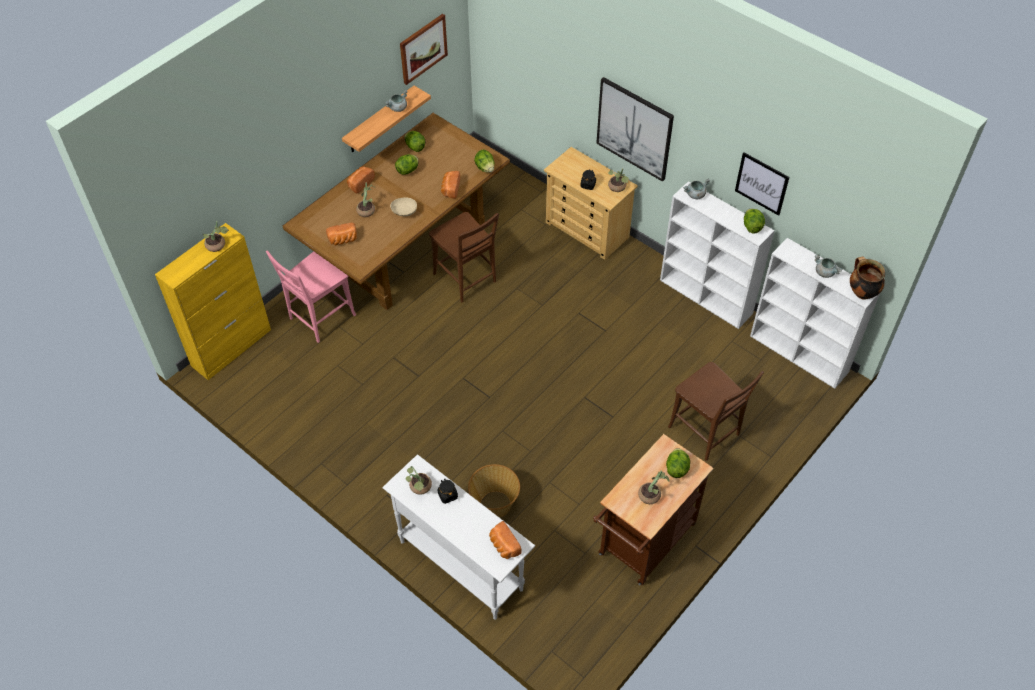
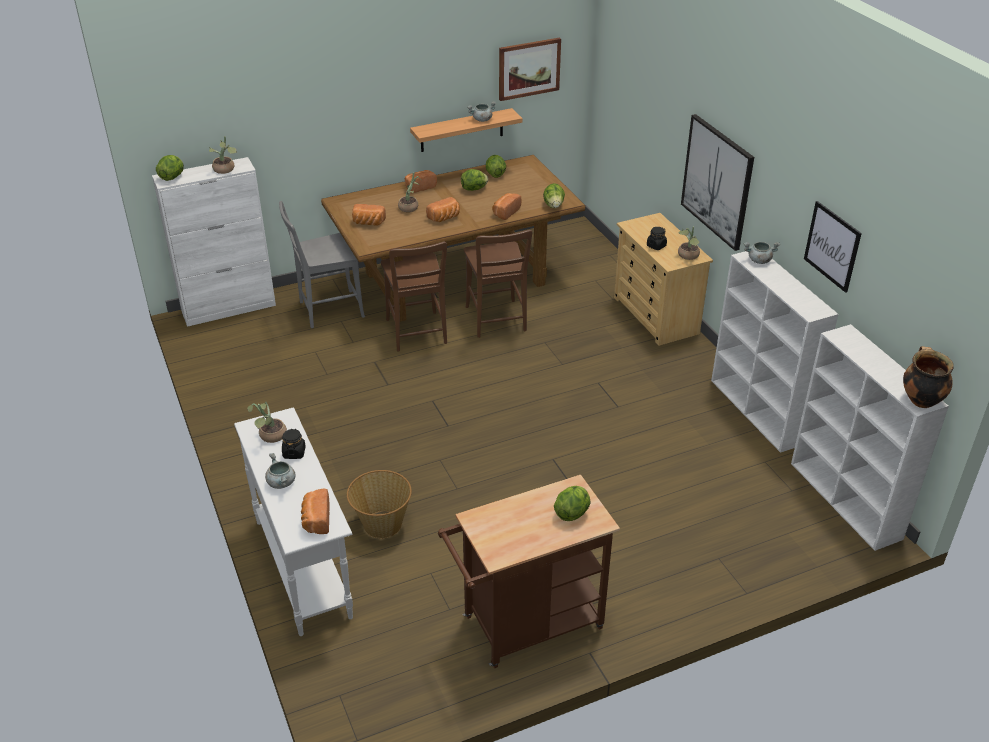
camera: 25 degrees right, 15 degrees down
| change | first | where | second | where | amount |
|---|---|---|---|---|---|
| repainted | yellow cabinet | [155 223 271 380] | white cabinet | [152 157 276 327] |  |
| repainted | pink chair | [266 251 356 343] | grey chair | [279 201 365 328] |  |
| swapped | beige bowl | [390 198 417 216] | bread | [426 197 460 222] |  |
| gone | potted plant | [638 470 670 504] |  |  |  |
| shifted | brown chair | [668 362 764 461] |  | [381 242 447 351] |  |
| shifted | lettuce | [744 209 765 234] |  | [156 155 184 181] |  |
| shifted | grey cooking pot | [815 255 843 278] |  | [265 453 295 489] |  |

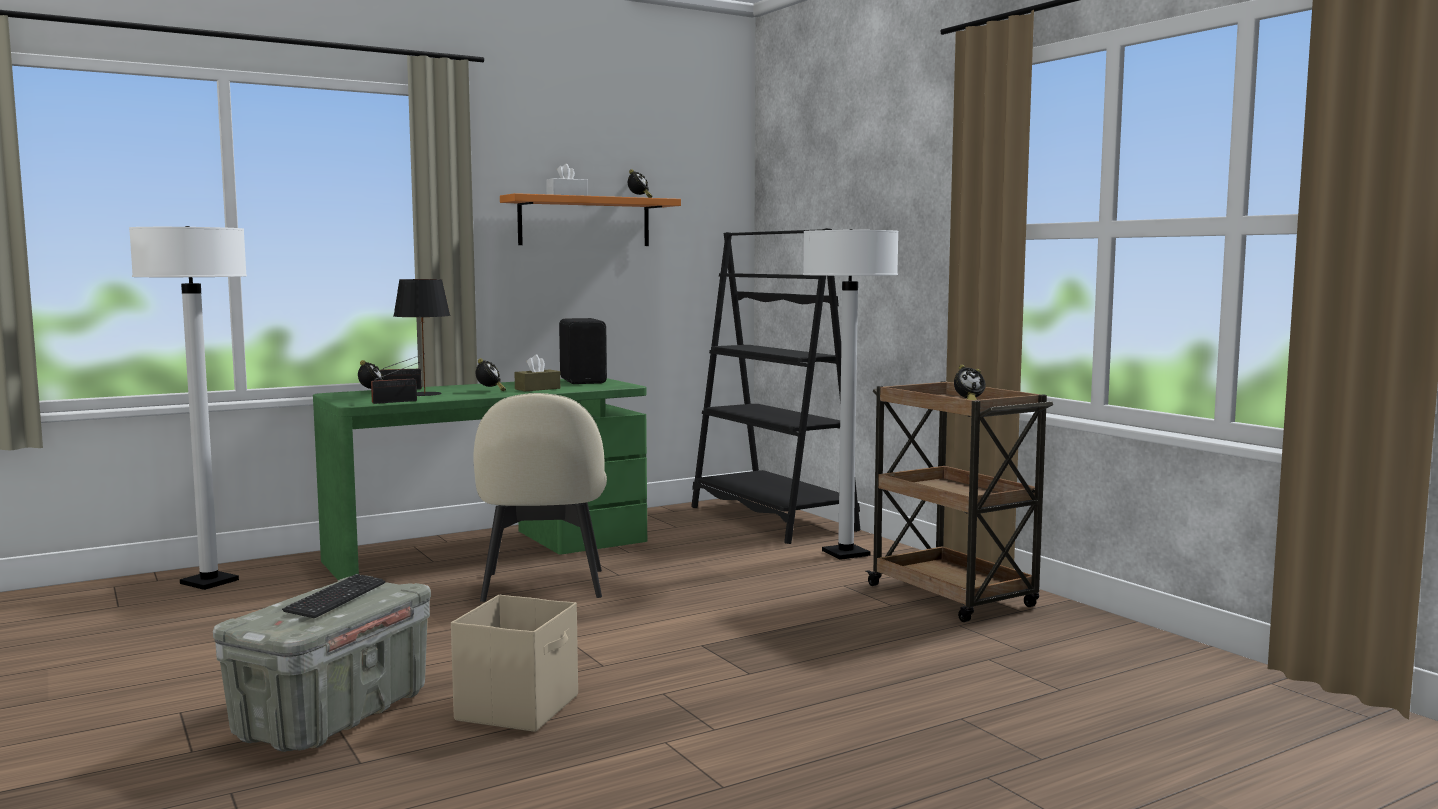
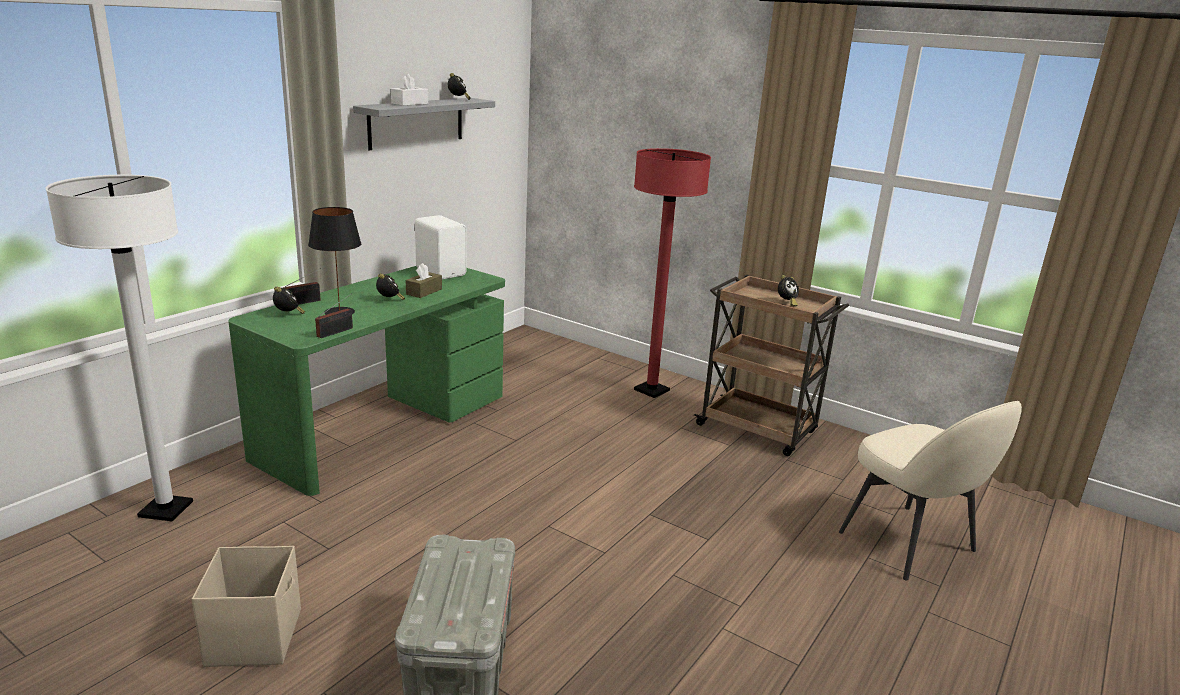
camera: 25 degrees left, 15 degrees up
| change | first | where | second | where | amount |
|---|---|---|---|---|---|
| gone | keyboard | [282 574 385 618] |  |  |  |
| shifted | beige storage box | [451 594 578 732] |  | [192 546 301 667] |  |
| shifted | beige chair | [473 393 607 602] |  | [839 401 1022 580] |  |
| repainted | orange shelf | [500 193 681 246] | grey shelf | [353 98 495 150] |  |
| repainted | black speaker | [559 318 607 384] | white speaker | [415 215 467 279] |  |
| gone | black bookcase | [691 228 860 544] |  |  |  |
| repainted | white floor lamp | [803 229 899 560] | red floor lamp | [634 148 711 398] |  |

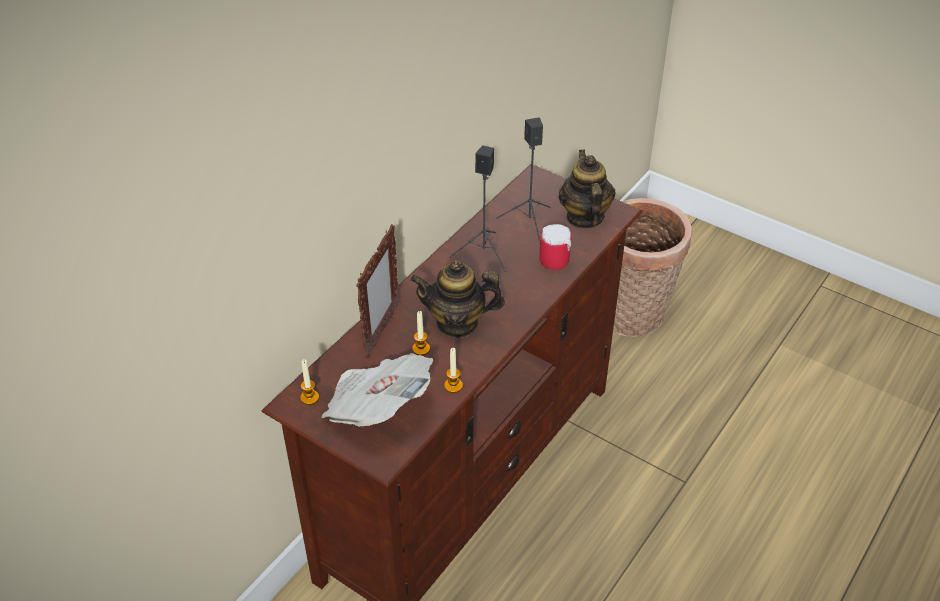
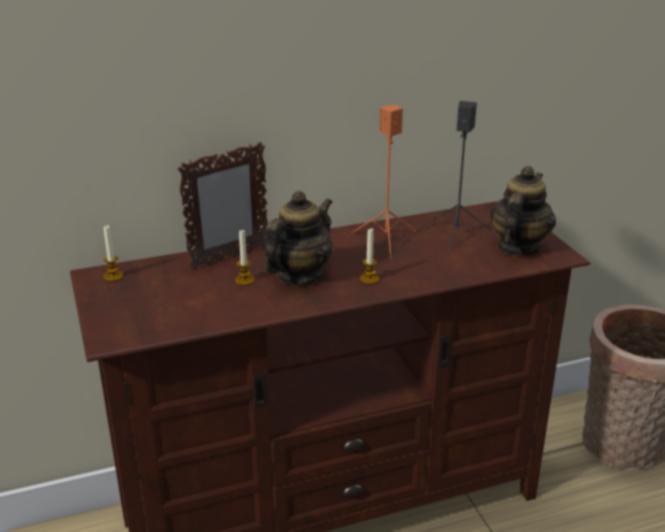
camera: 35 degrees right, 15 degrees down
| change | first | where | second | where | amount |
|---|---|---|---|---|---|
| gone | newspaper | [321 353 434 427] |  |  |  |
| rotated | teapot | [410 260 505 338] |  | [264 191 333 286] | 90 degrees clockwise |
| shifted | candle | [444 348 463 393] |  | [360 228 379 284] |  |
| repainted | black speaker | [450 145 506 272] | orange speaker | [352 104 416 258] |  |
| gone | mug | [539 224 571 270] |  |  |  |

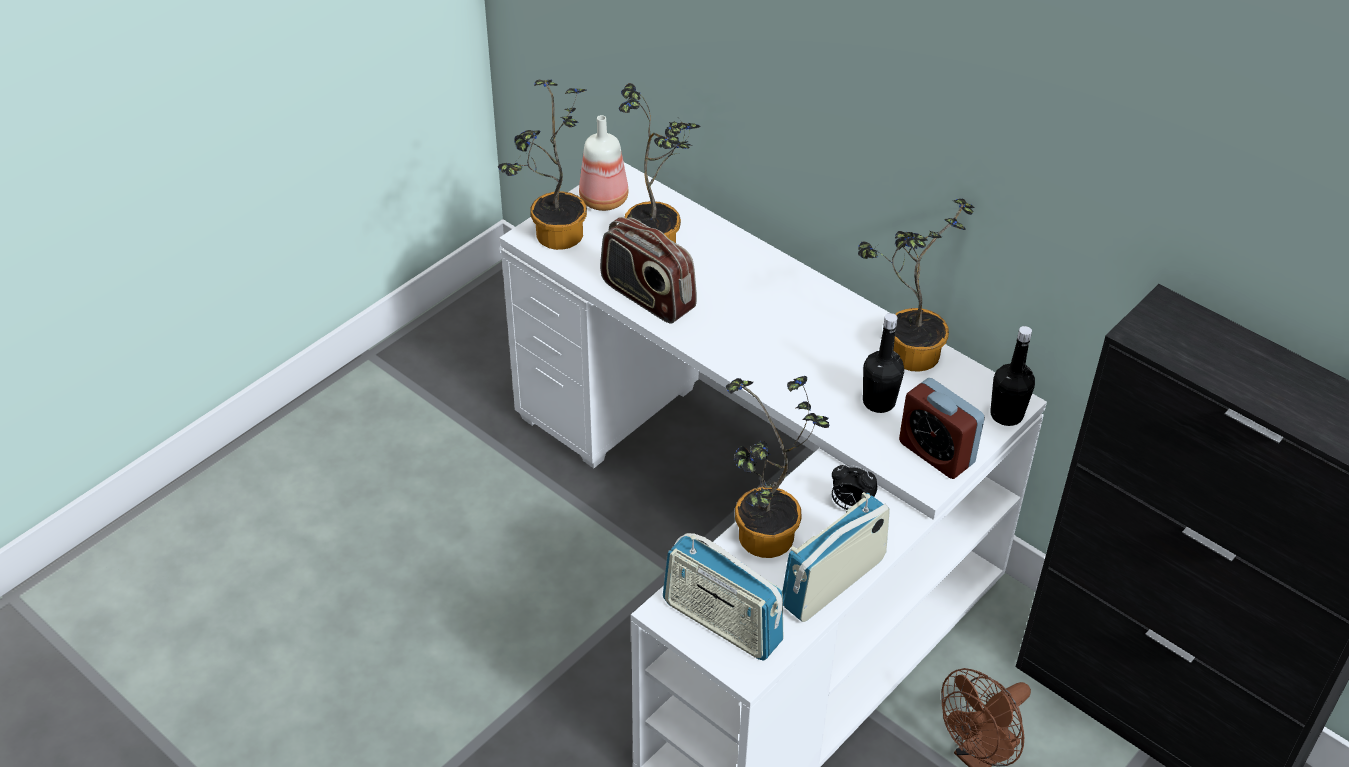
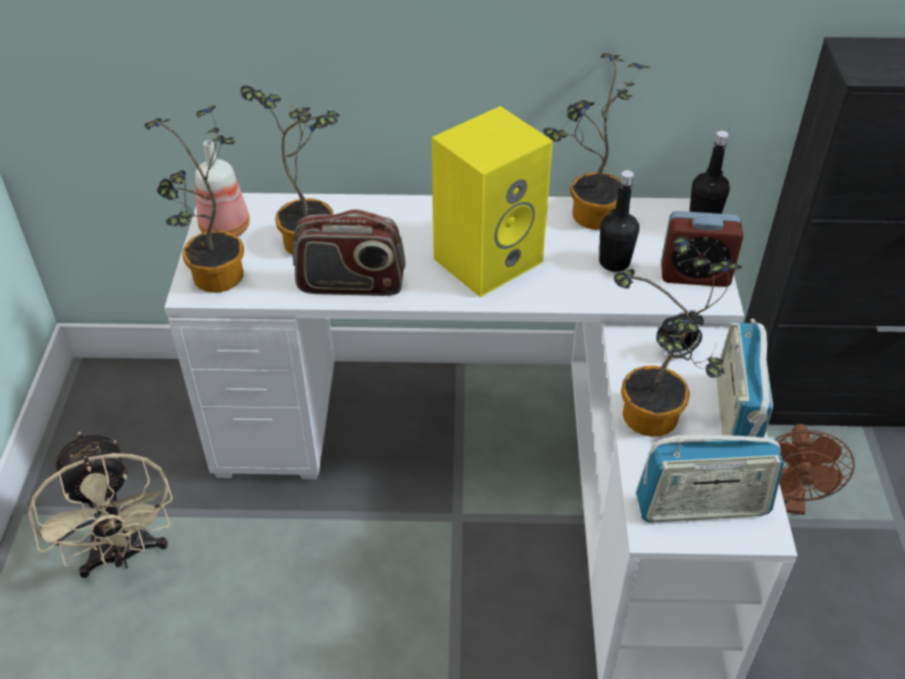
camera: 40 degrees left, 0 degrees up
| change | first | where | second | where | amount |
|---|---|---|---|---|---|
| new |  |  | beige fan | [28 432 173 578] |  |
| new |  |  | yellow speaker | [432 106 553 297] |  |

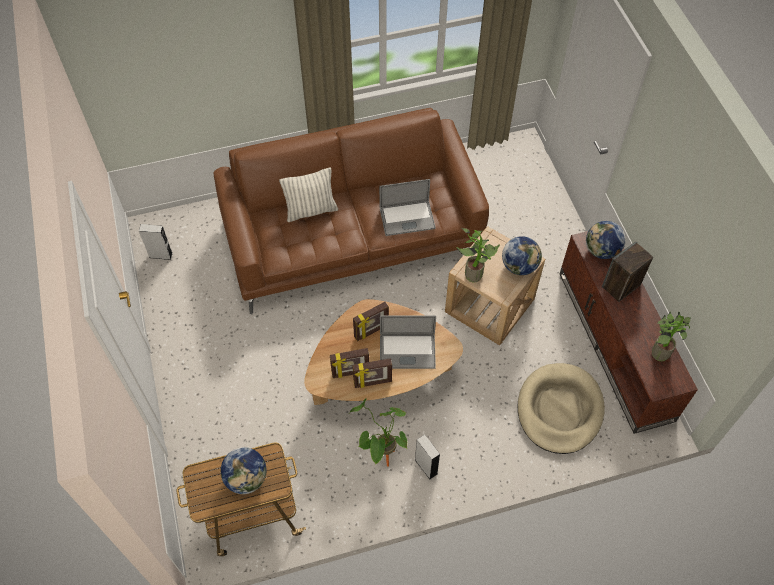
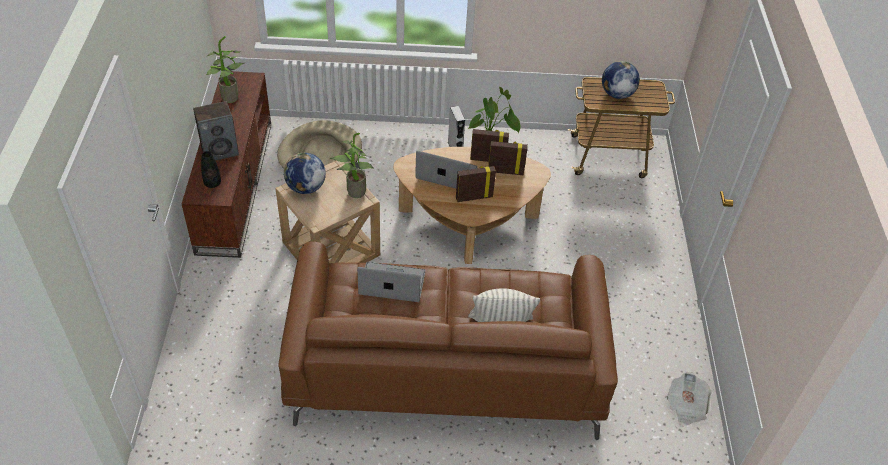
camera: 165 degrees left, 10 degrees down
| change | first | where | second | where | amount |
|---|---|---|---|---|---|
| swapped | grey speaker | [139 224 173 260] | newspaper | [667 372 711 426] |  |
| swapped | globe | [586 221 626 259] | black vase | [201 151 221 188] |  |

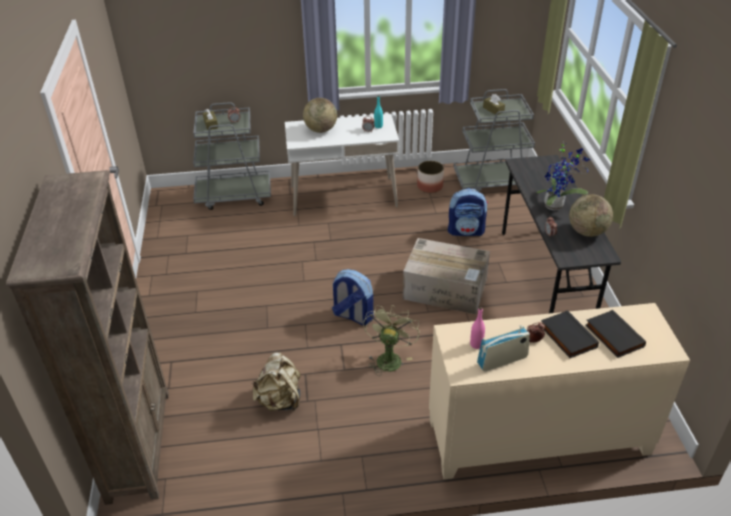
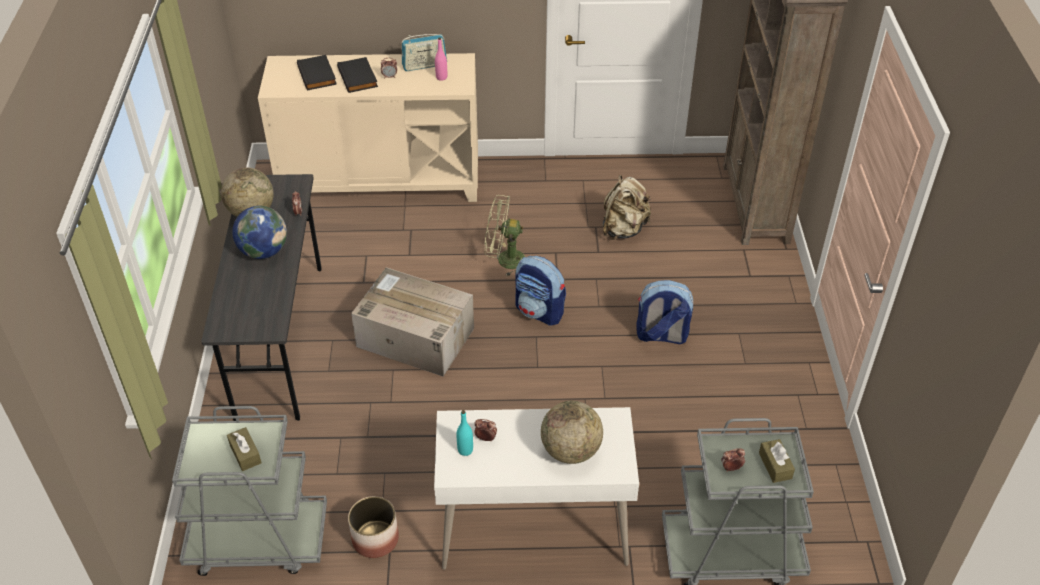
camera: 175 degrees left, 5 degrees up
| change | first | where | second | where | amount |
|---|---|---|---|---|---|
| rotated | green fan | [363 305 419 376] |  | [485 195 525 276] | 75 degrees clockwise |
| shifted | backpack | [448 188 488 236] |  | [636 280 693 344] |  |
| swapped | potted plant | [536 141 590 211] | globe | [232 206 287 259] |  |

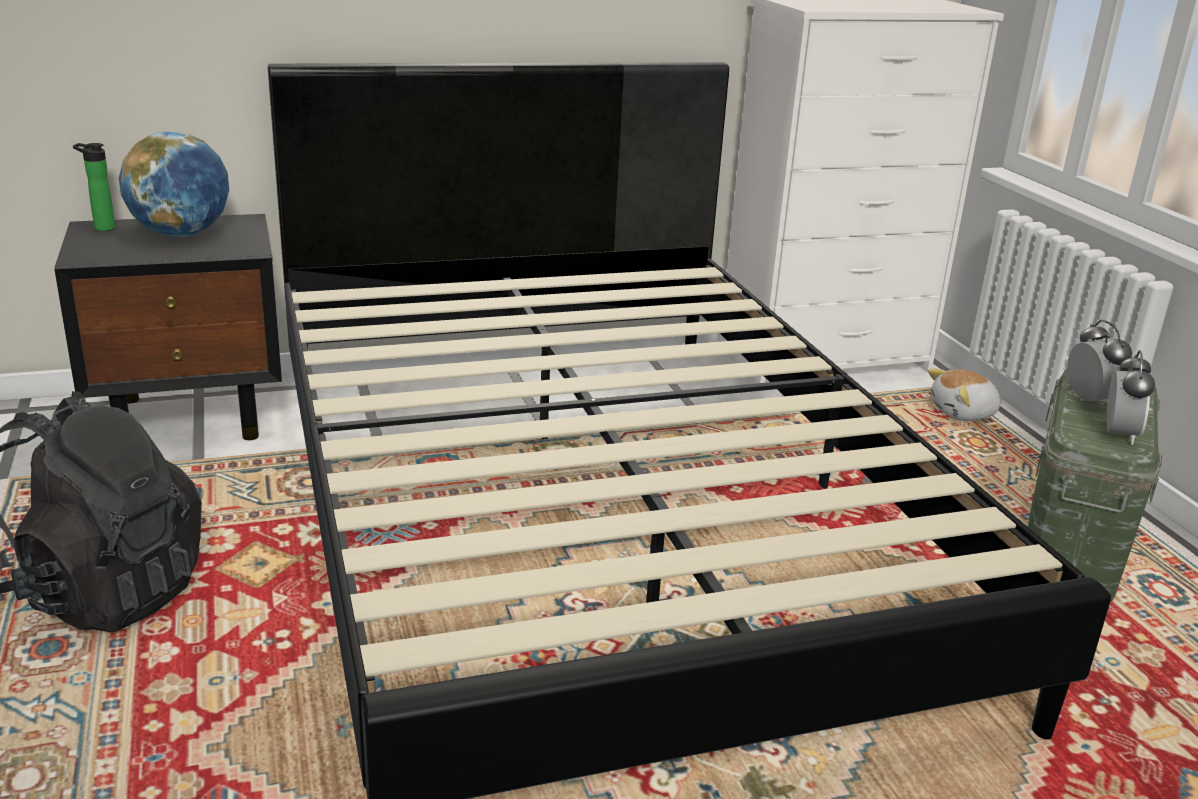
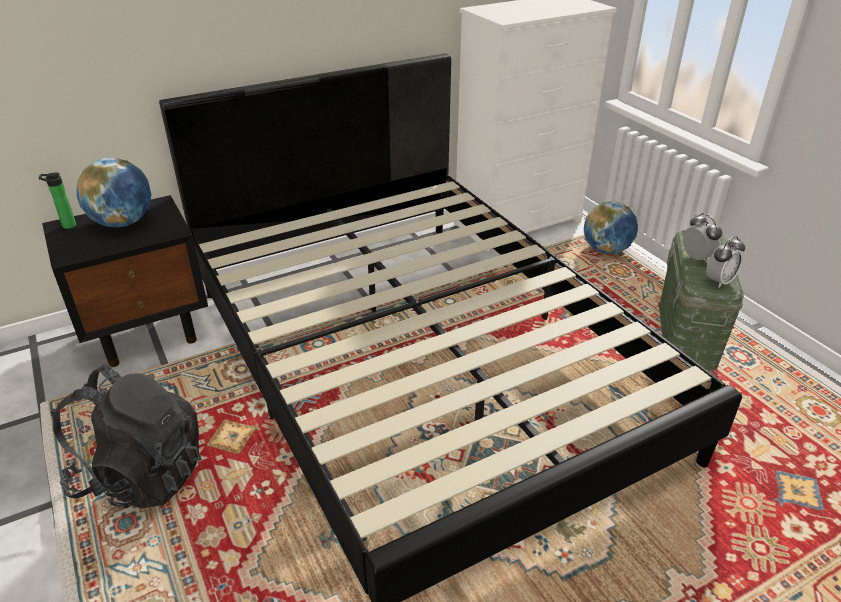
camera: 10 degrees left, 10 degrees up
| change | first | where | second | where | amount |
|---|---|---|---|---|---|
| swapped | plush toy | [928 369 1002 421] | globe | [584 201 638 254] |  |
| rotated | alarm clock | [1107 350 1155 445] |  | [706 236 745 288] | 45 degrees clockwise |

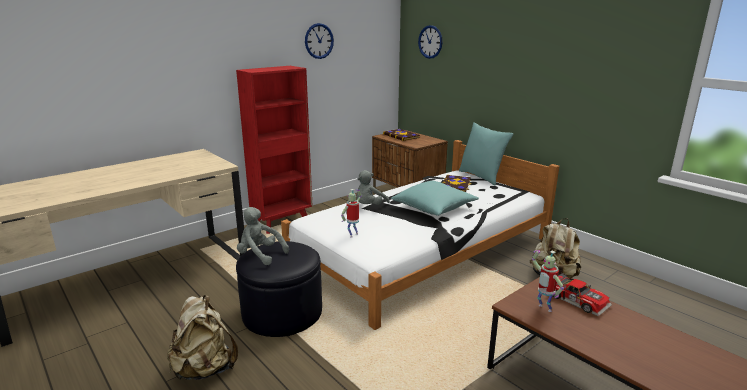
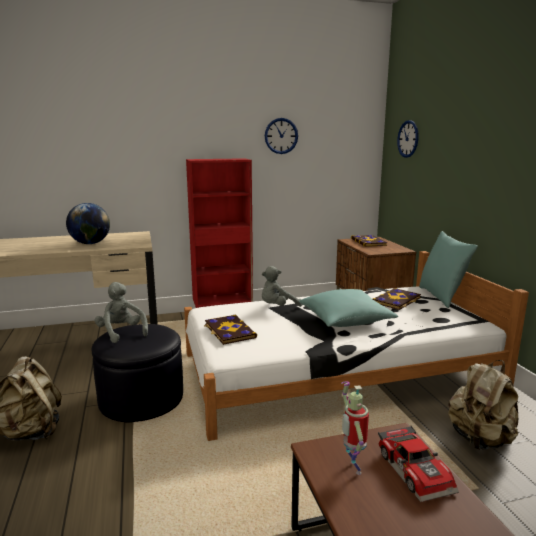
camera: 25 degrees right, 5 degrees down
| change | first | where | second | where | amount |
|---|---|---|---|---|---|
| swapped | toy robot | [341 189 362 238] | book | [204 315 257 345] |  |
| new |  |  | globe | [66 203 110 244] |  |

